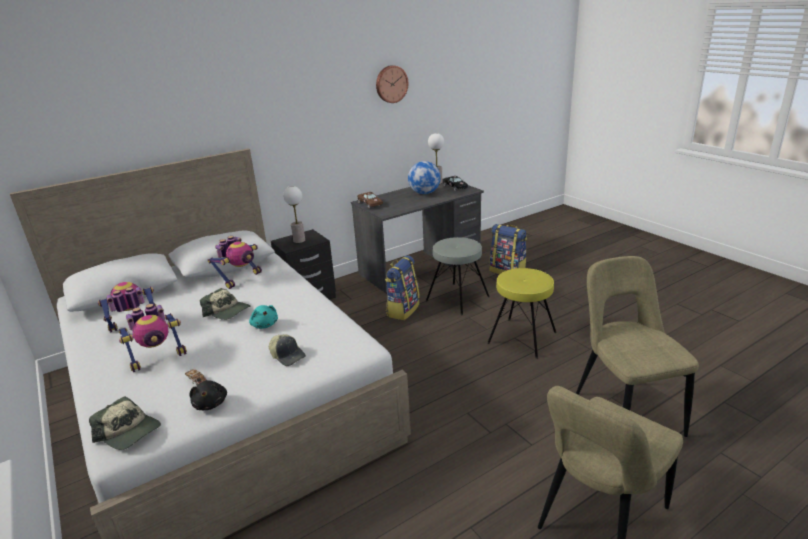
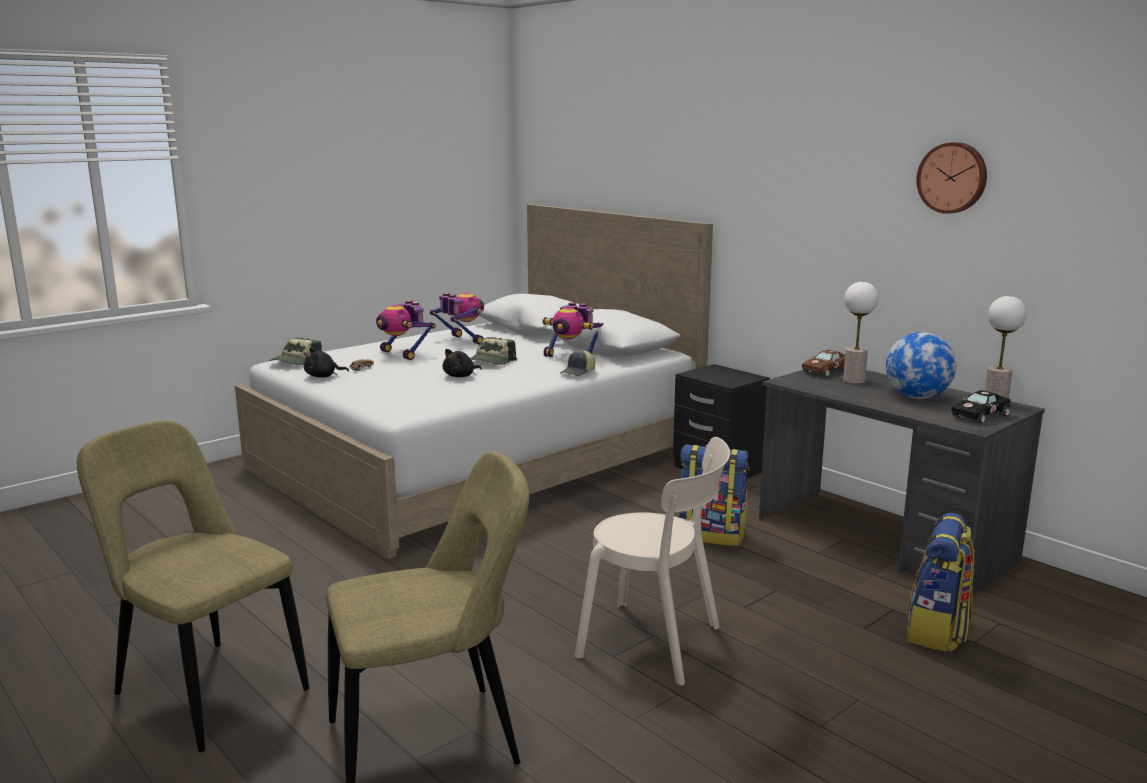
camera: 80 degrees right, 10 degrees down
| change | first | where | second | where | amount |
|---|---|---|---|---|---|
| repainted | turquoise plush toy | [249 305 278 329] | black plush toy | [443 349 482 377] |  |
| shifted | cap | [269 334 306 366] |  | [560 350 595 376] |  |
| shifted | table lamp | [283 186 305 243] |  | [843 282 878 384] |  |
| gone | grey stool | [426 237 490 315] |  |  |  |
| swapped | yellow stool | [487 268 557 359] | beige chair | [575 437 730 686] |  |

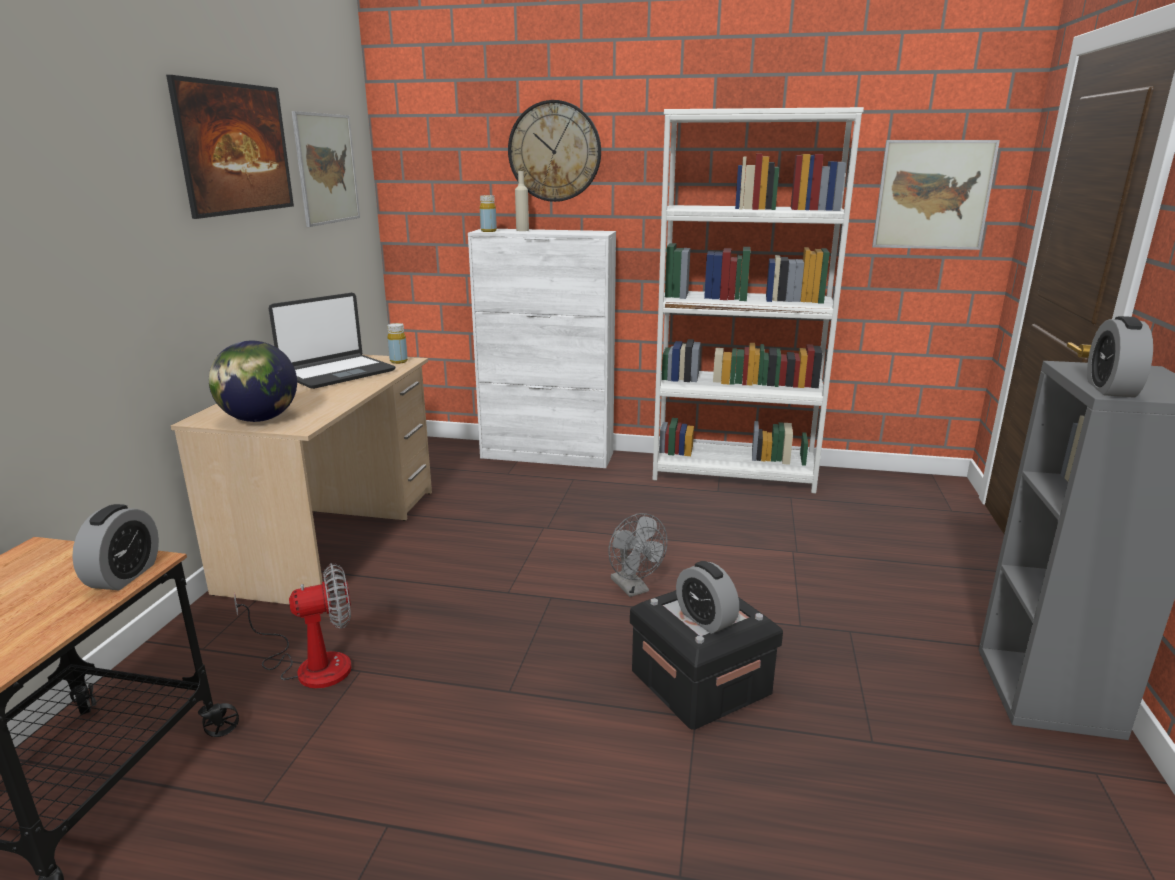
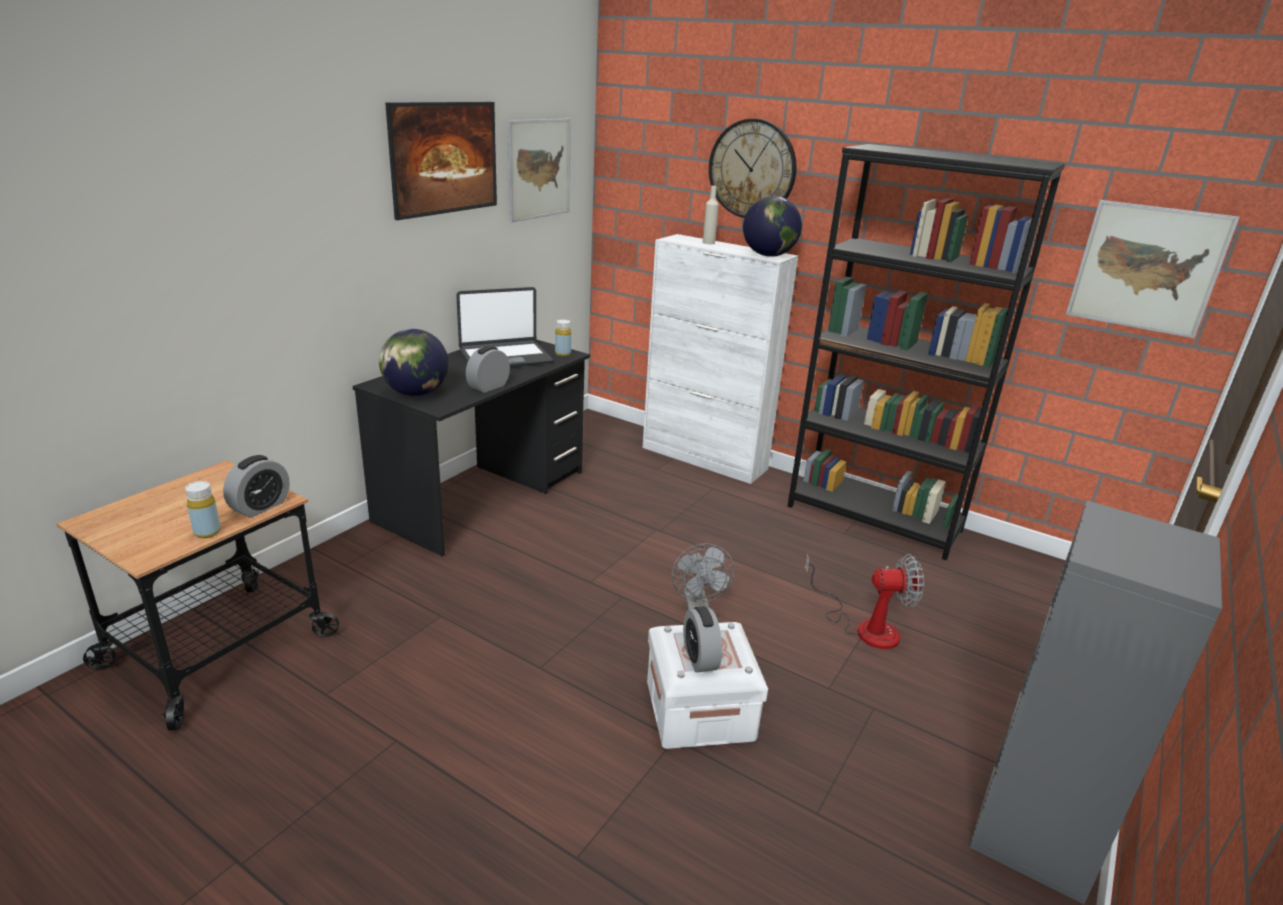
camera: 20 degrees right, 5 degrees up
| change | first | where | second | where | amount |
|---|---|---|---|---|---|
| repainted | beige desk | [171 355 432 605] | black desk | [353 339 590 556] |  |
| shifted | fan | [234 563 352 688] |  | [805 554 924 649] |  |
| shifted | yellow bottle | [480 195 497 232] |  | [185 481 221 538] |  |
| repainted | black storage box | [630 590 783 730] | white storage box | [647 622 768 749] |  |
| repainted | white bookcase | [653 107 864 494] | black bookcase | [787 144 1065 561] |  |
| shifted | alarm clock | [1087 316 1153 398] |  | [466 346 510 393] |  |
| new |  |  | globe | [743 196 802 257] |  |

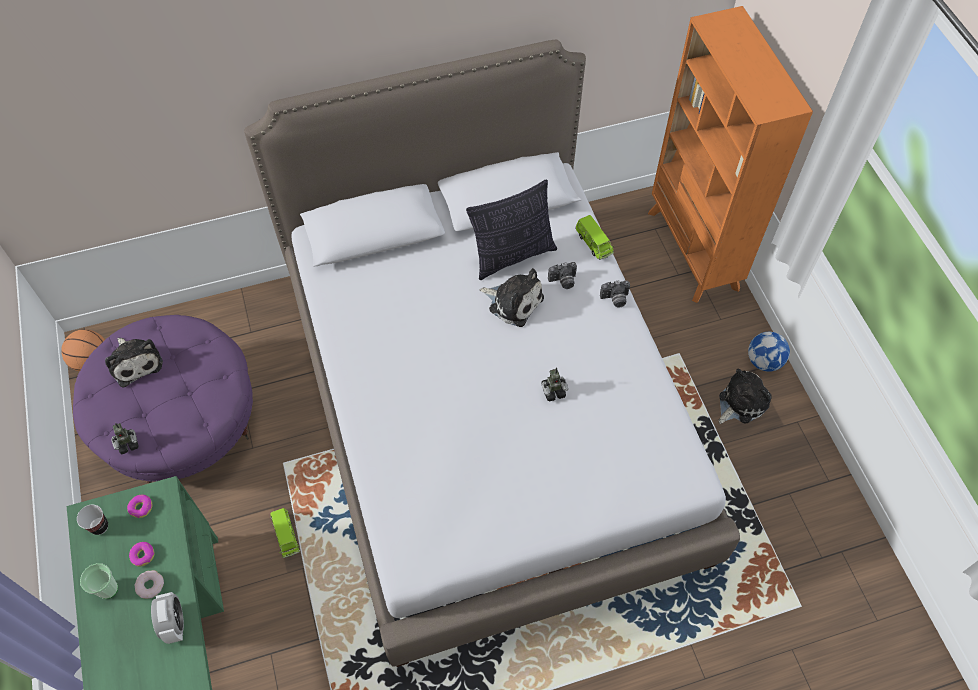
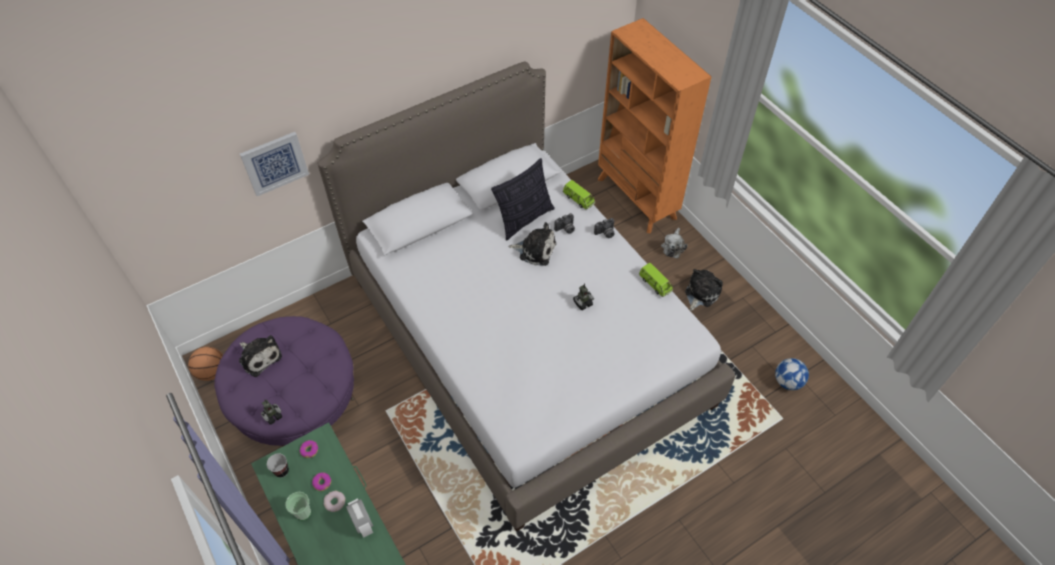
camera: 15 degrees left, 5 degrees down
| change | first | where | second | where | amount |
|---|---|---|---|---|---|
| shifted | green toy car | [271 508 300 558] |  | [639 263 673 297] |  |
| shifted | football | [748 332 790 372] |  | [775 358 809 390] |  |
| new |  |  | picture | [240 132 309 196] |  |
| new |  |  | plush toy | [661 228 688 258] |  |

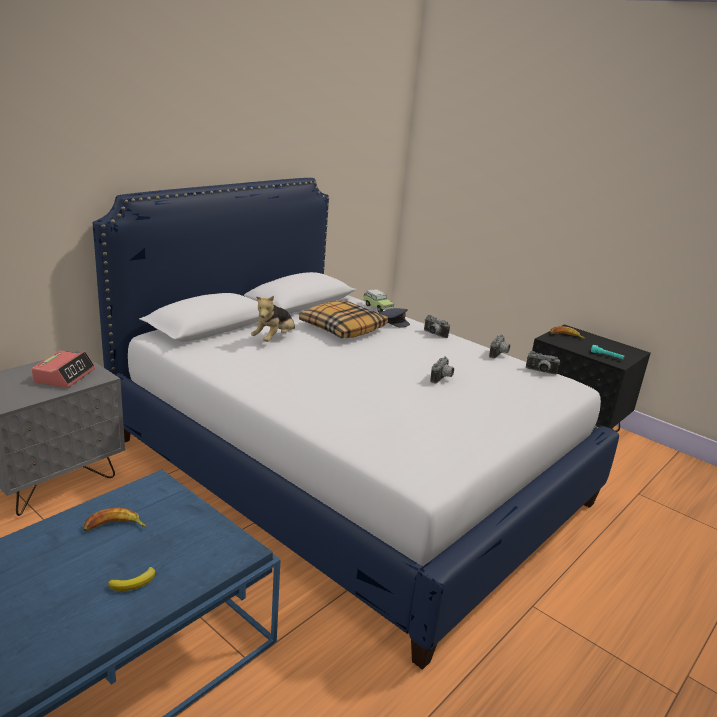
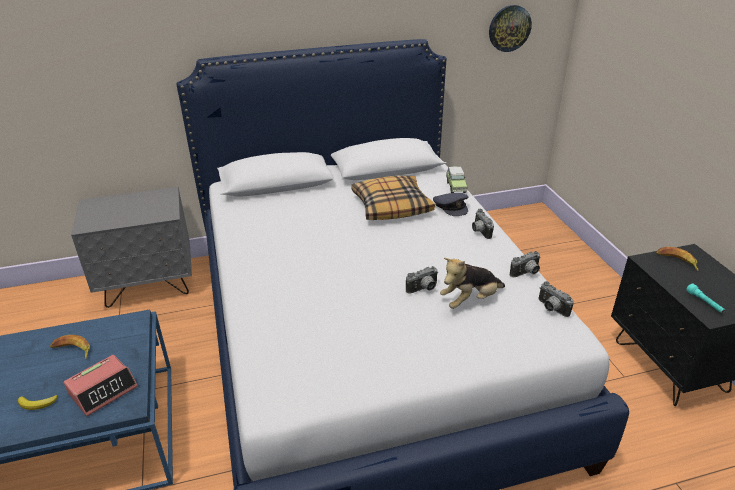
camera: 35 degrees right, 10 degrees up
| change | first | where | second | where | amount |
|---|---|---|---|---|---|
| shifted | alarm clock | [31 350 95 388] |  | [64 355 138 416] |  |
| shifted | plush toy | [251 295 295 342] |  | [440 258 505 309] |  |
| new |  |  | wall clock | [489 5 532 52] |  |

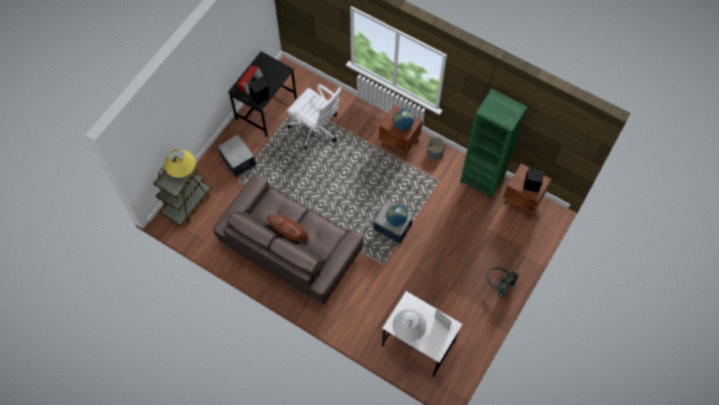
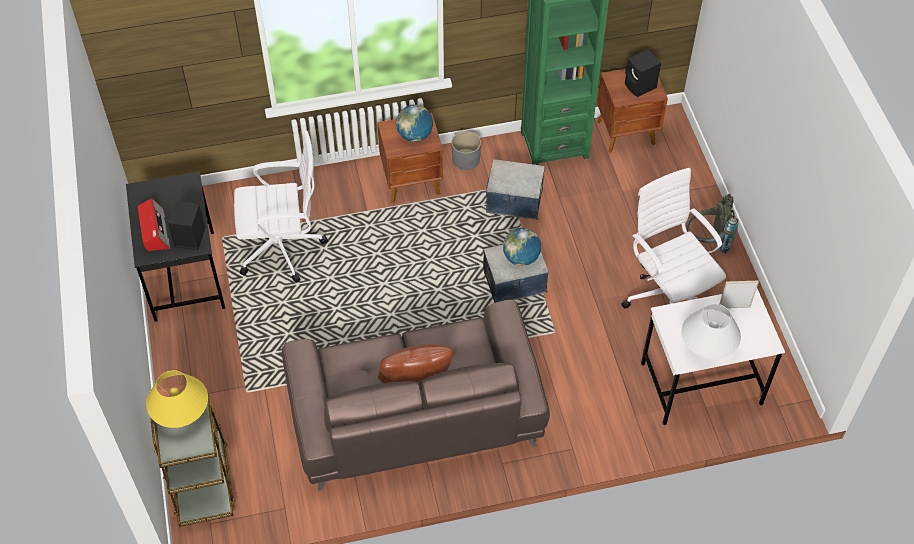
camera: 45 degrees left, 10 degrees down
| change | first | where | second | where | amount |
|---|---|---|---|---|---|
| shifted | storage box | [217 134 256 178] |  | [486 159 545 220] |  |
| new |  |  | white office chair | [621 168 726 309] |  |

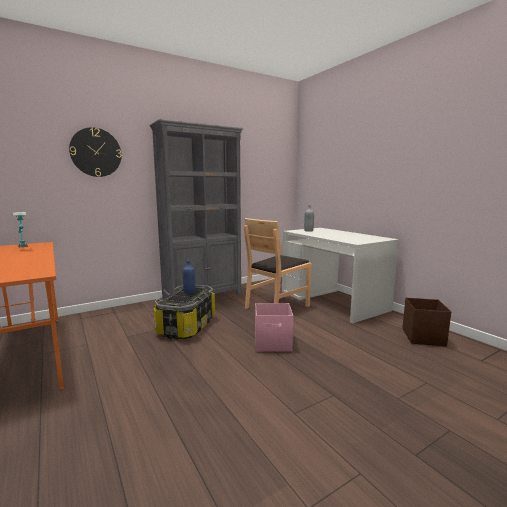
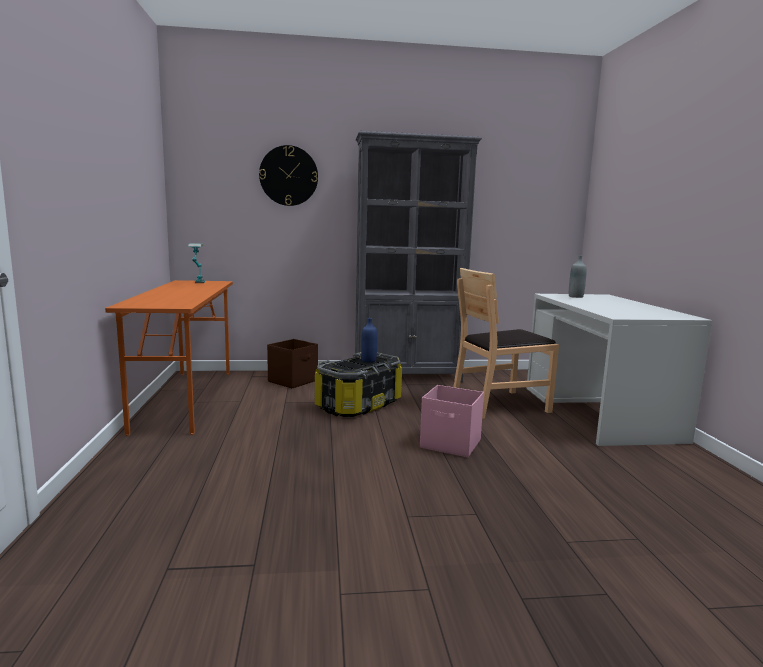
camera: 25 degrees right, 0 degrees up
| change | first | where | second | where | amount |
|---|---|---|---|---|---|
| shifted | brown storage box | [403 298 451 347] |  | [267 339 318 388] |  |

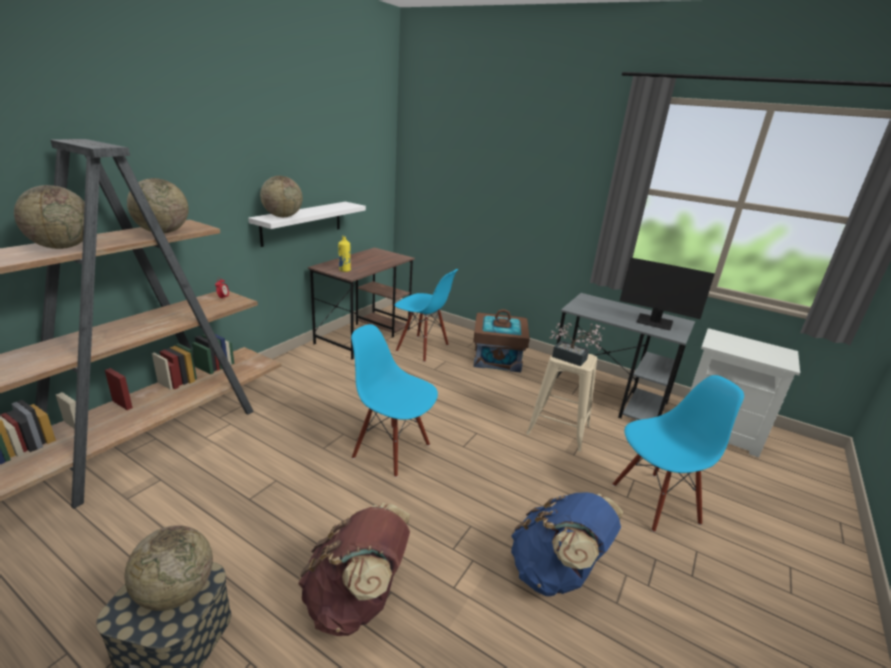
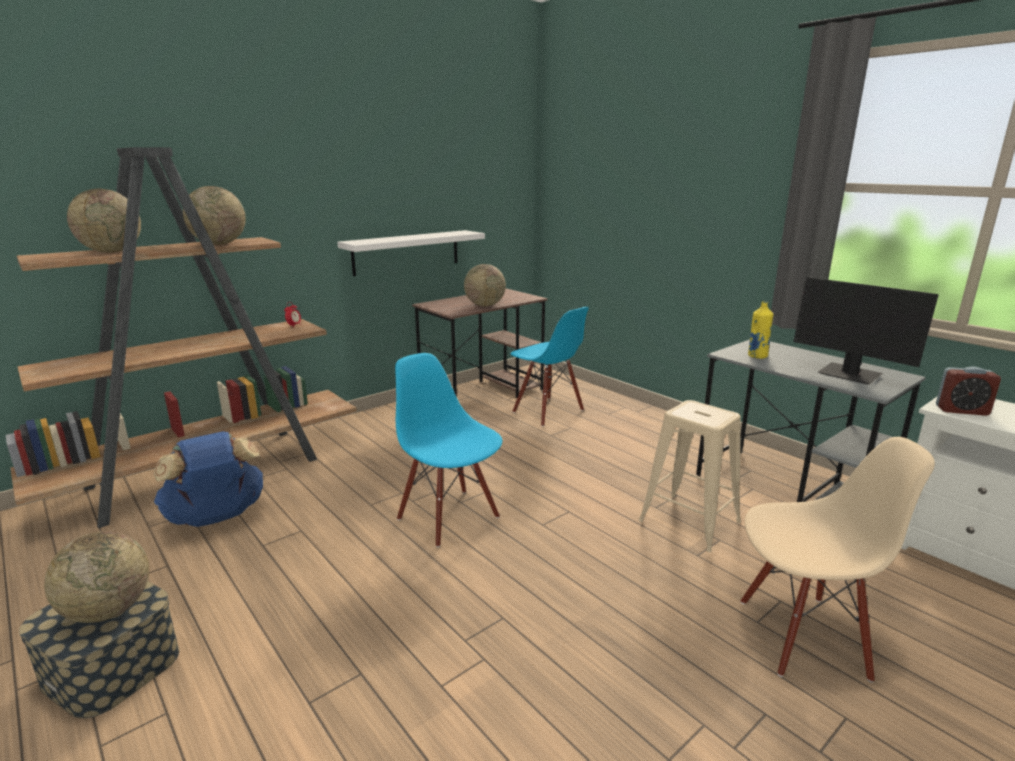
camera: 20 degrees right, 5 degrees down
| change | first | where | second | where | amount |
|---|---|---|---|---|---|
| shifted | globe | [260 176 302 217] |  | [464 264 506 307] |  |
| gone | brown backpack | [298 503 410 636] |  |  |  |
| shifted | yellow bottle | [338 236 351 272] |  | [748 302 774 359] |  |
| gone | brown storage box | [473 309 530 372] |  |  |  |
| shifted | blue backpack | [511 492 623 596] |  | [154 431 265 527] |  |
| gone | potted plant | [549 323 605 366] |  |  |  |
| repainted | blue chair | [612 375 744 532] | beige chair | [741 437 935 683] |  |
| new |  |  | alarm clock | [936 367 1001 416] |  |

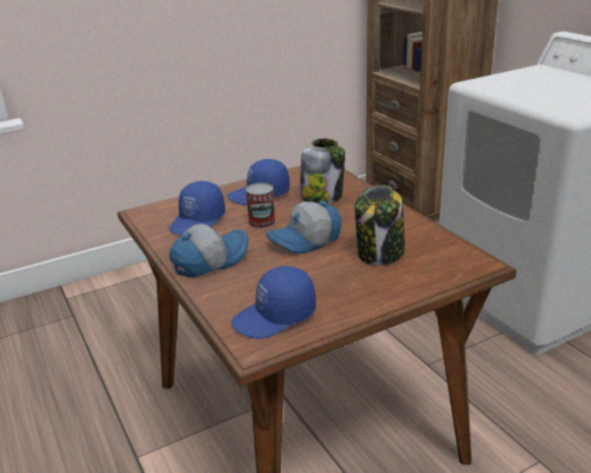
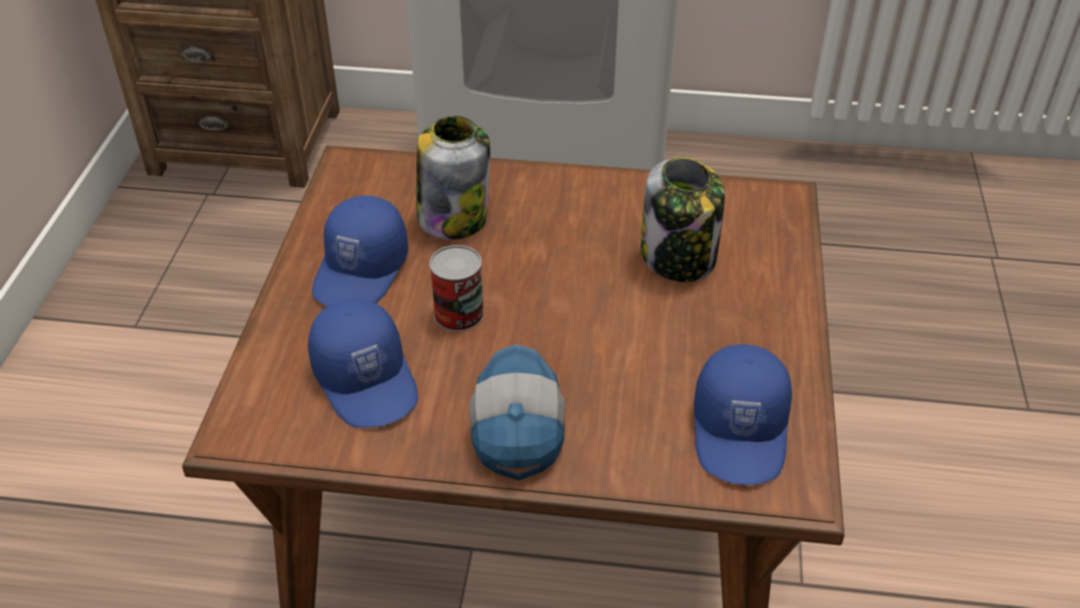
camera: 55 degrees left, 15 degrees up
| change | first | where | second | where | amount |
|---|---|---|---|---|---|
| gone | cap | [266 201 342 254] |  |  |  |

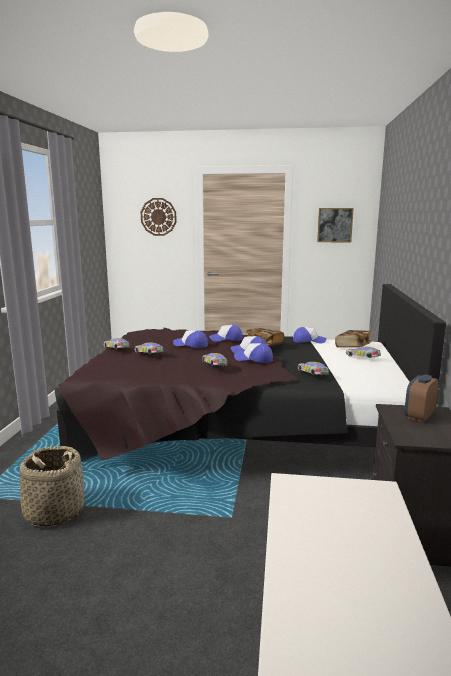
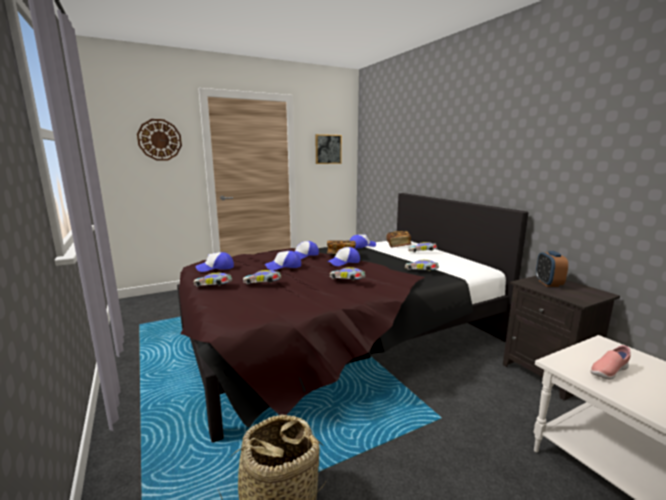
camera: 35 degrees left, 0 degrees up
| change | first | where | second | where | amount |
|---|---|---|---|---|---|
| shifted | cap | [234 343 273 363] |  | [195 252 234 272] |  |
| new |  |  | pink shoe | [590 345 631 380] |  |

